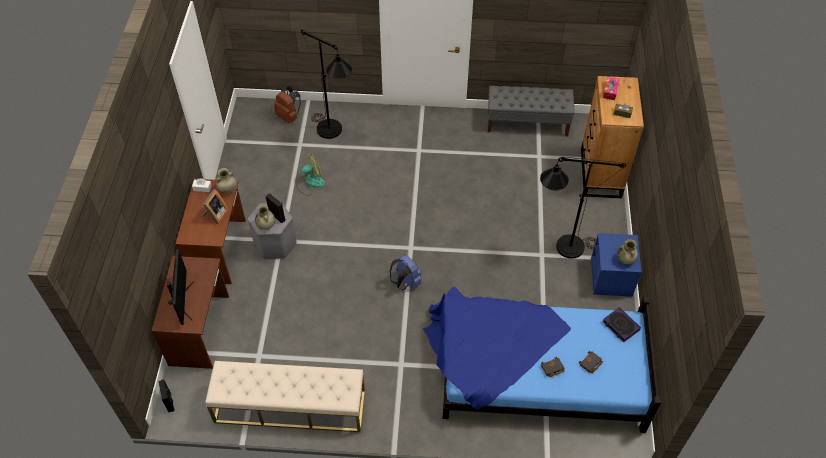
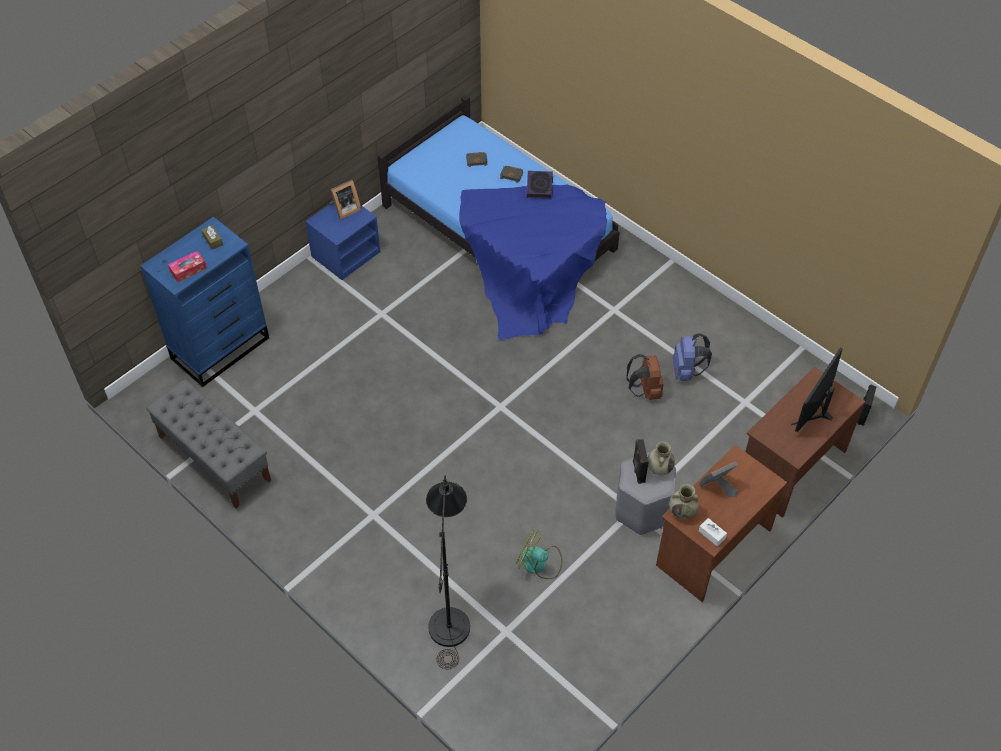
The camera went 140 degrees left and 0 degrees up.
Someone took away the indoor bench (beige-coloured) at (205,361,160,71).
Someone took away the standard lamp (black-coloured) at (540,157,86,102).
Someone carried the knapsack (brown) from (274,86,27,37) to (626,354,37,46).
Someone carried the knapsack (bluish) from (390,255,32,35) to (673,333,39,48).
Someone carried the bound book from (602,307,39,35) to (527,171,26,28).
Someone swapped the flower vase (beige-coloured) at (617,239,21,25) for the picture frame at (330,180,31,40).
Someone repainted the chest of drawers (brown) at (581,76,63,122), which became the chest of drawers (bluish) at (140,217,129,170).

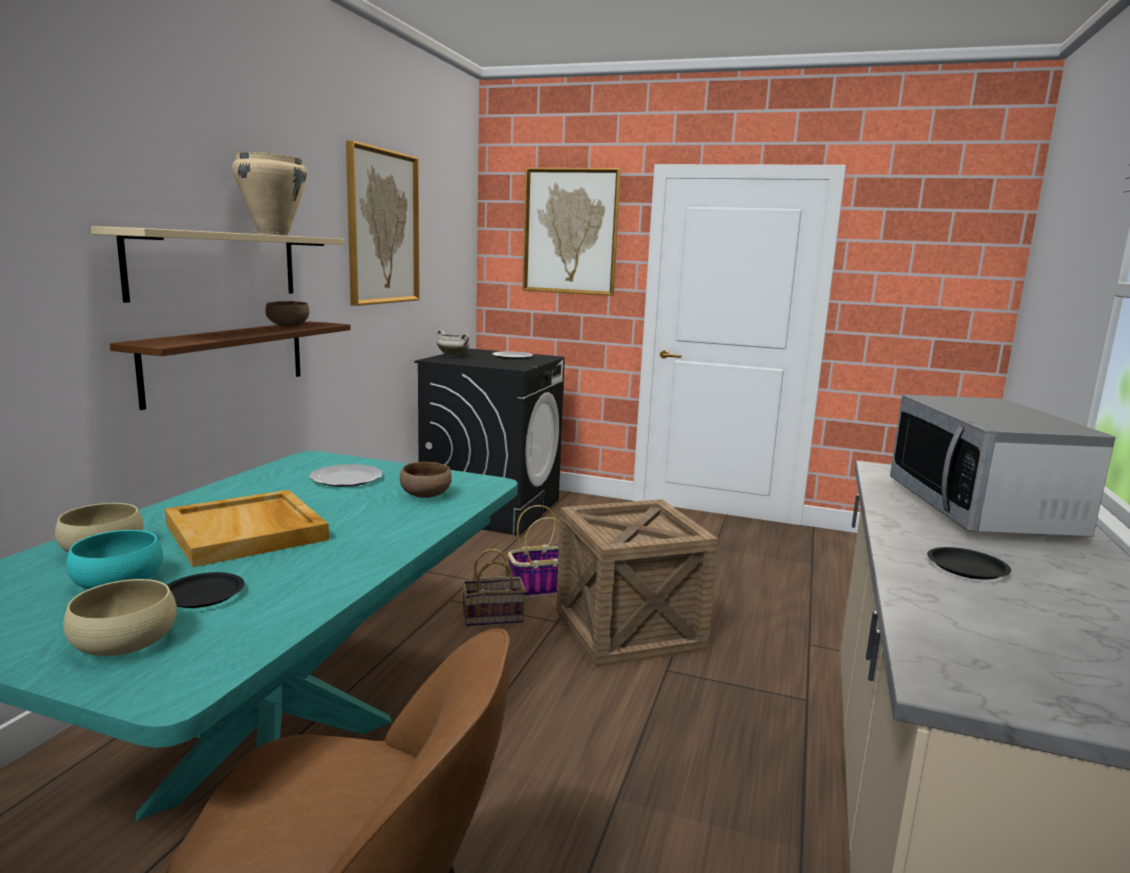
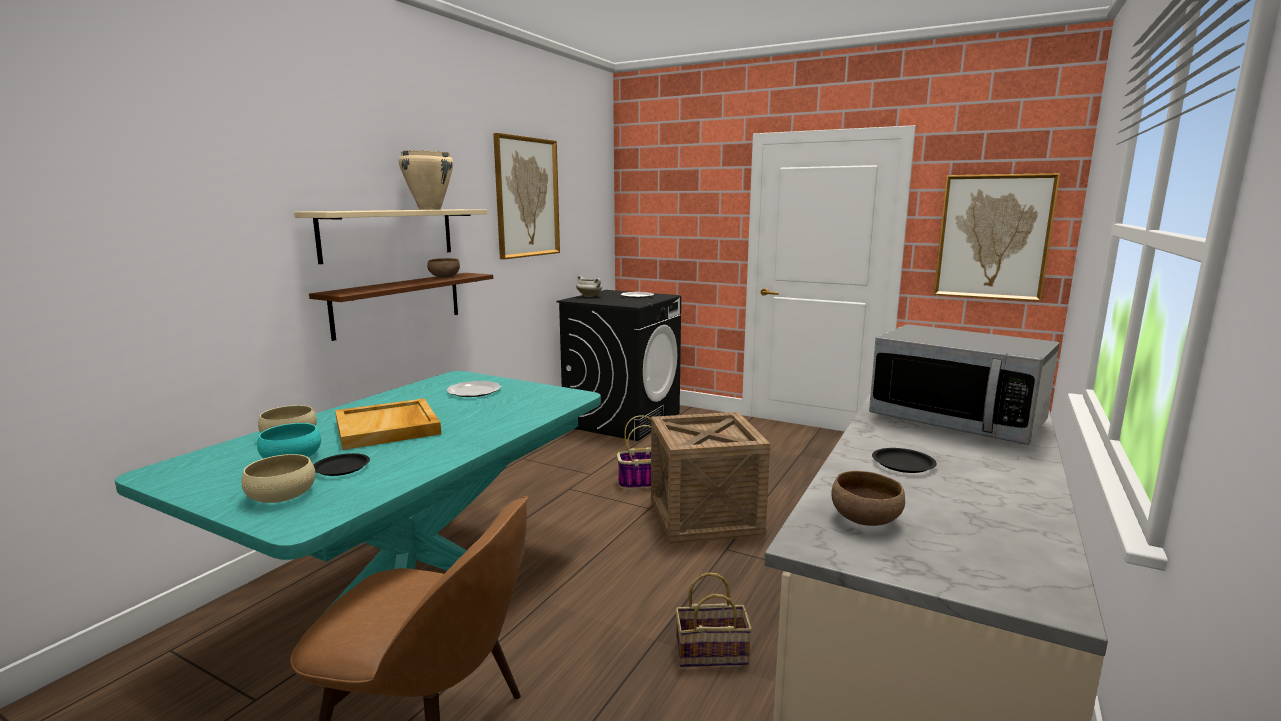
The camera went 10 degrees right and 0 degrees up.
Someone carried the bowl (brown) from (400,462,52,36) to (831,471,74,55).
Someone carried the storage basket from (462,549,64,77) to (675,572,77,95).
Someone carried the wall picture from (523,168,98,128) to (934,173,126,129).
Someone rotated the microwave at (890,394,225,143) by 60 degrees counterclockwise.

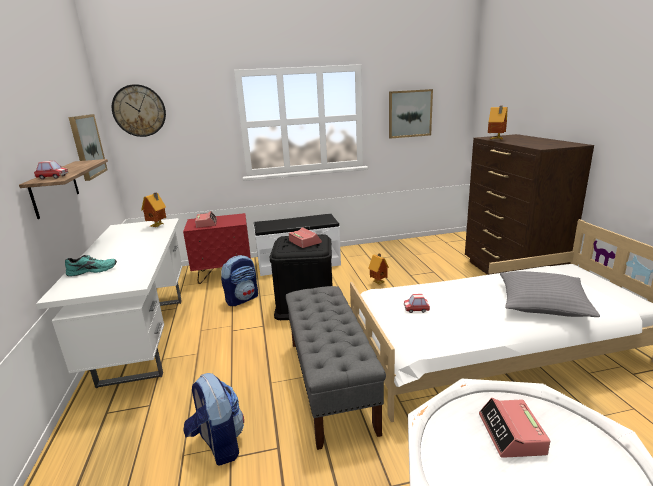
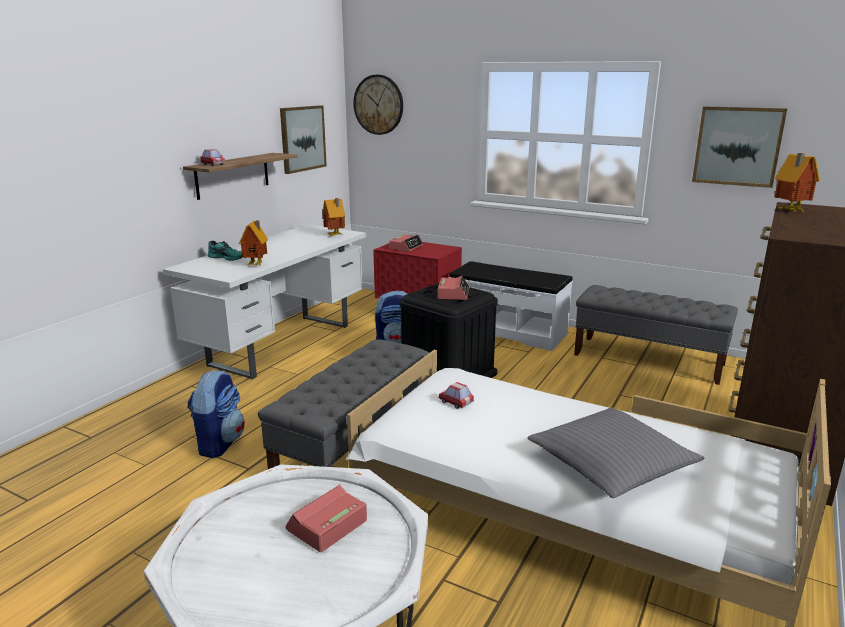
The camera went 40 degrees right and 0 degrees up.
Someone put down the indoor bench (grey) at (574,285,164,100).
Someone carried the model house from (368,253,21,32) to (239,220,29,45).

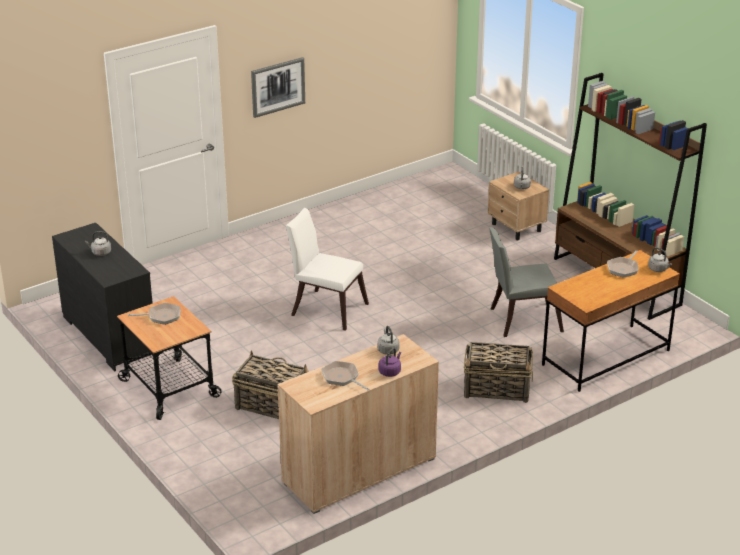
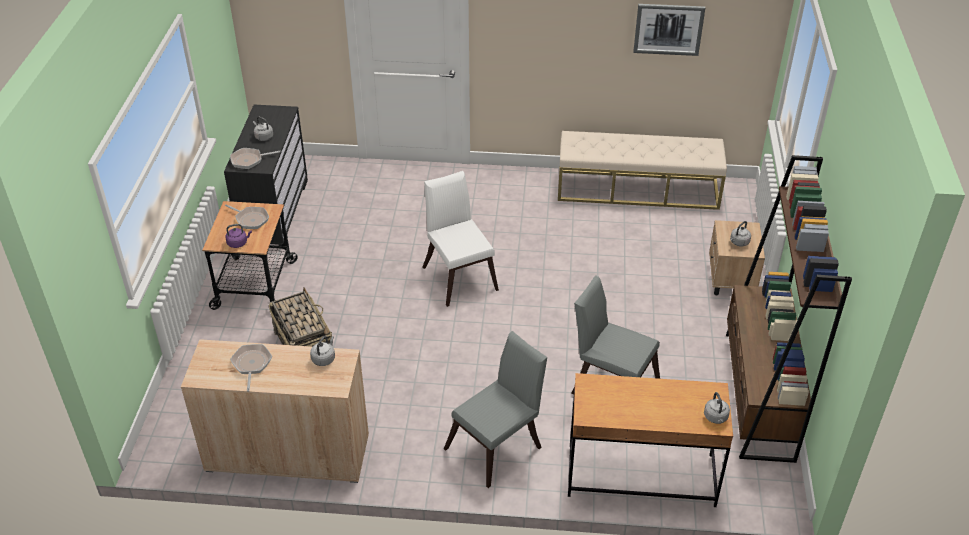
The camera went 40 degrees right and 10 degrees up.
Someone put down the indoor bench (beige-coloured) at (558,131,169,79).
Someone carried the wall picture from (251,57,54,61) to (633,4,72,52).
Someone carried the water kettle (purplish) from (379,348,22,29) to (226,224,26,24).
Someone carried the pan from (607,250,32,27) to (230,148,50,21).
Someone swapped the storage basket at (464,342,69,61) for the plain chair (grey) at (444,331,103,157).

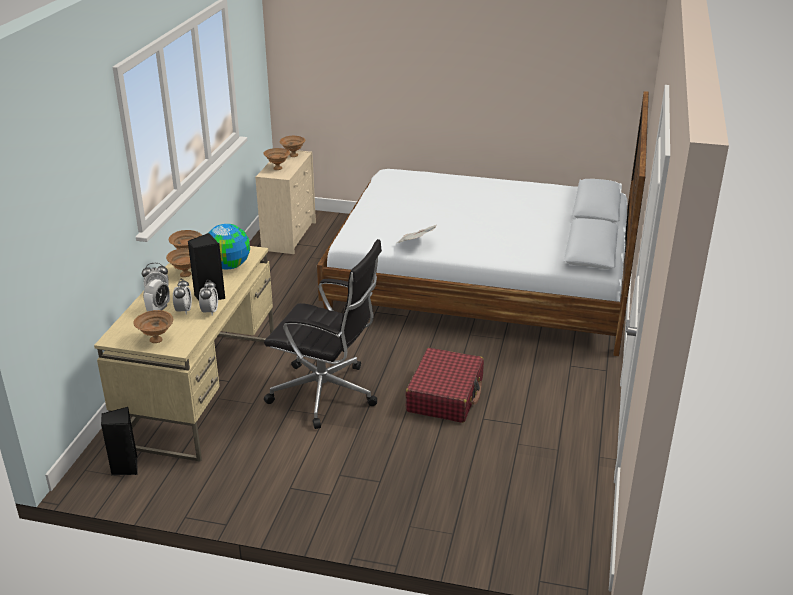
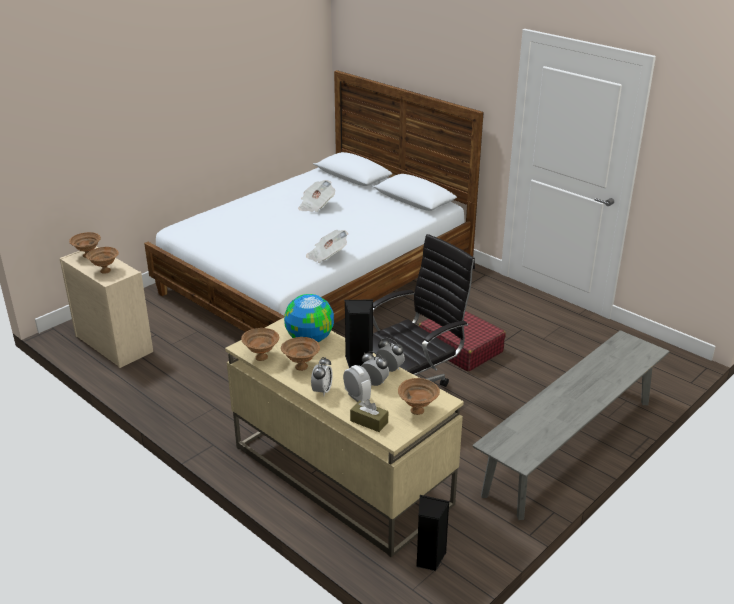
The camera went 60 degrees left and 0 degrees up.
Someone put down the daily paper at (298,180,37,32).
Someone put down the tissue box (brown) at (350,399,38,33).
Someone put down the indoor bench (grey) at (472,330,198,190).

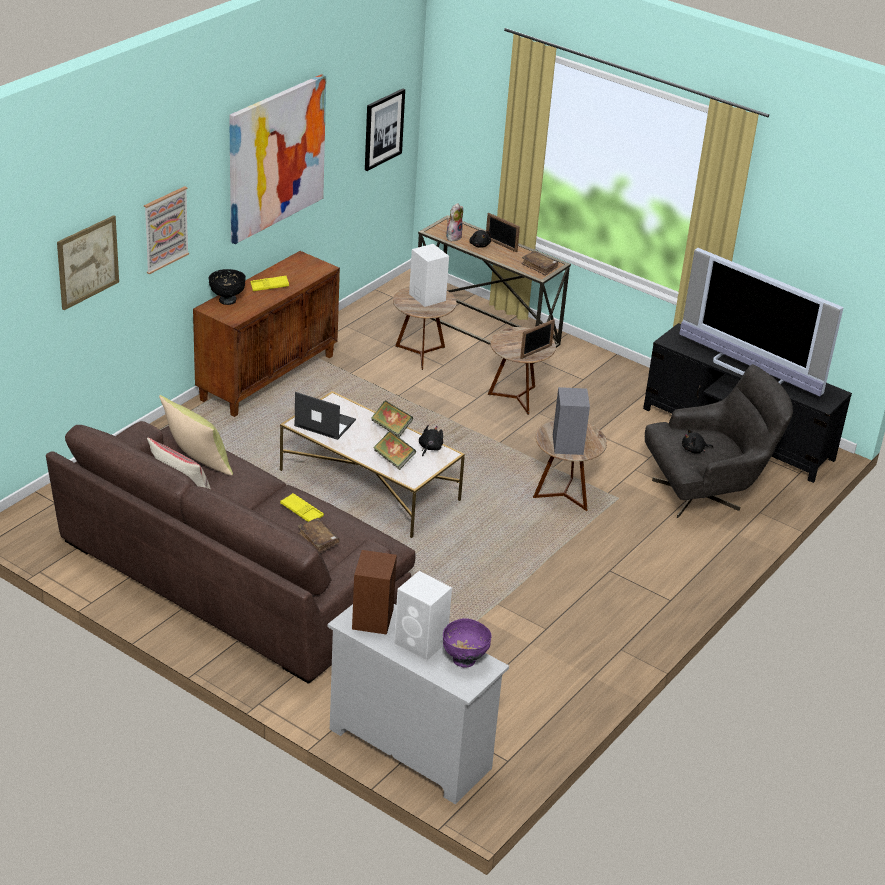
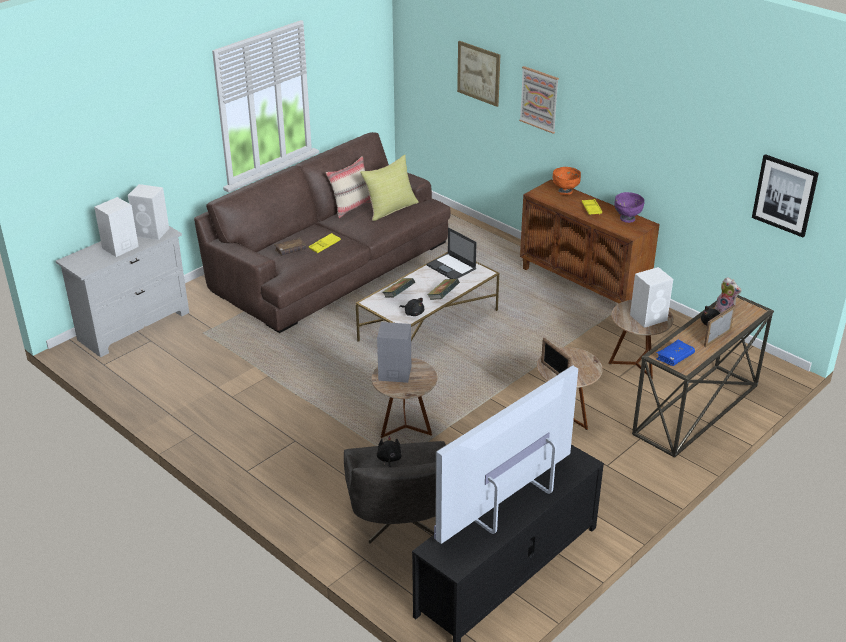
The camera went 100 degrees right and 0 degrees up.
Someone took away the wall picture at (229,74,97,170).
Someone carried the bowl (purplish) from (443,618,49,50) to (614,192,30,31).
Someone repainted the bowl (black-coloured) at (209,269,37,36), which became the bowl (orange) at (553,167,28,28).
Someone repainted the audio speaker (brown) at (352,550,45,85), which became the audio speaker (white-coloured) at (128,184,41,56).
Someone repainted the bound book (brown) at (521,251,37,25), which became the bound book (bluish) at (656,340,39,26).
Someone rotated the laptop at (294,392,62,48) by 105 degrees clockwise.

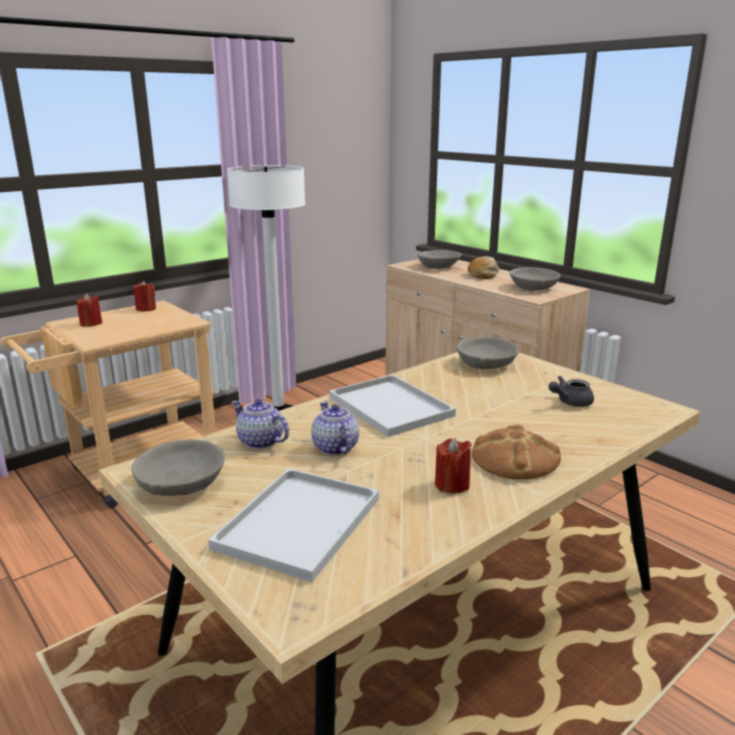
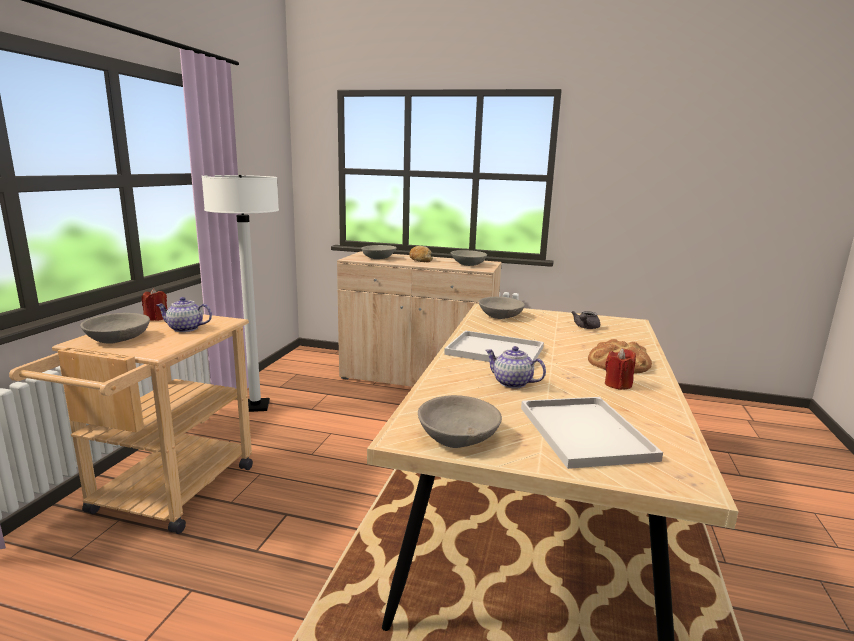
The camera went 35 degrees left and 5 degrees down.
Someone carried the pot for tea from (231,399,58,50) to (156,297,56,35).
Someone swapped the candle (reddish) at (76,293,26,34) for the bowl (grey) at (80,313,70,31).

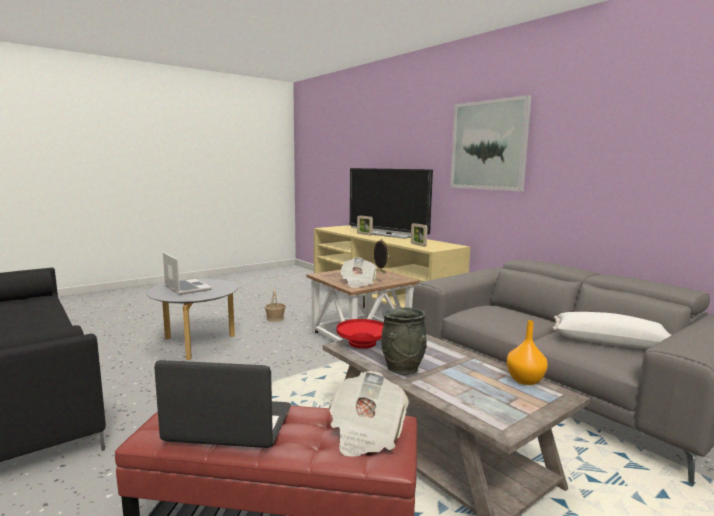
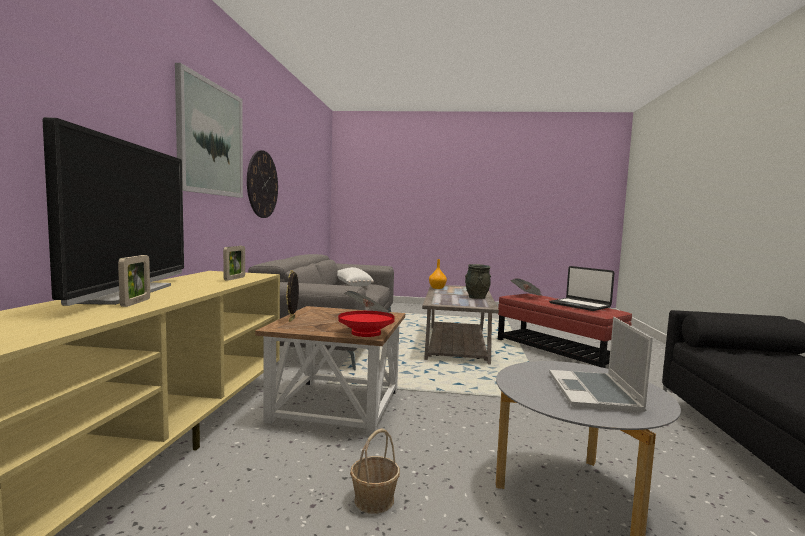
The camera went 135 degrees left and 5 degrees down.
Someone put up the hanging clock at (247,150,31,68).
Someone carried the bowl (reddish) from (337,319,47,30) to (338,311,57,26).

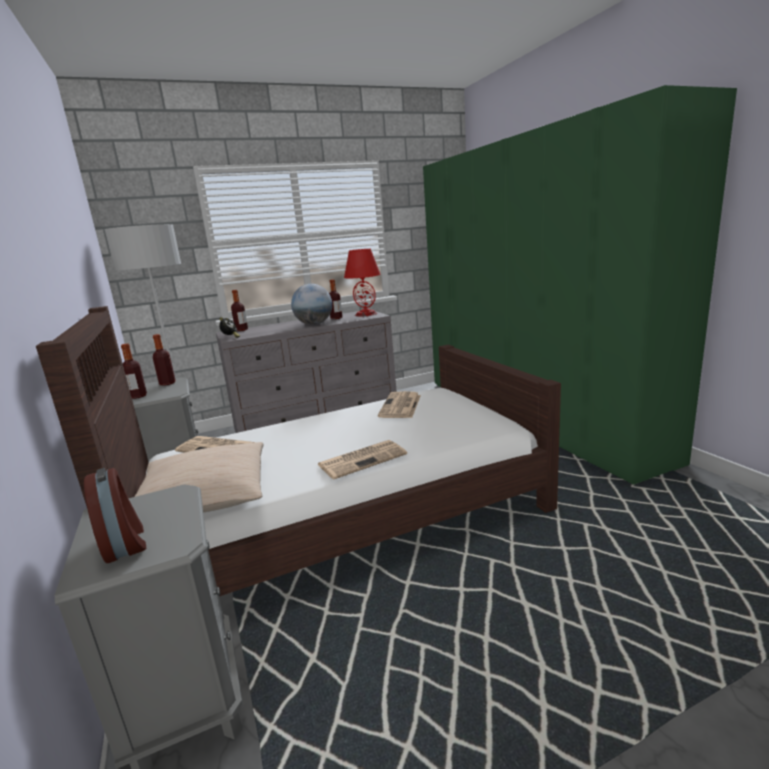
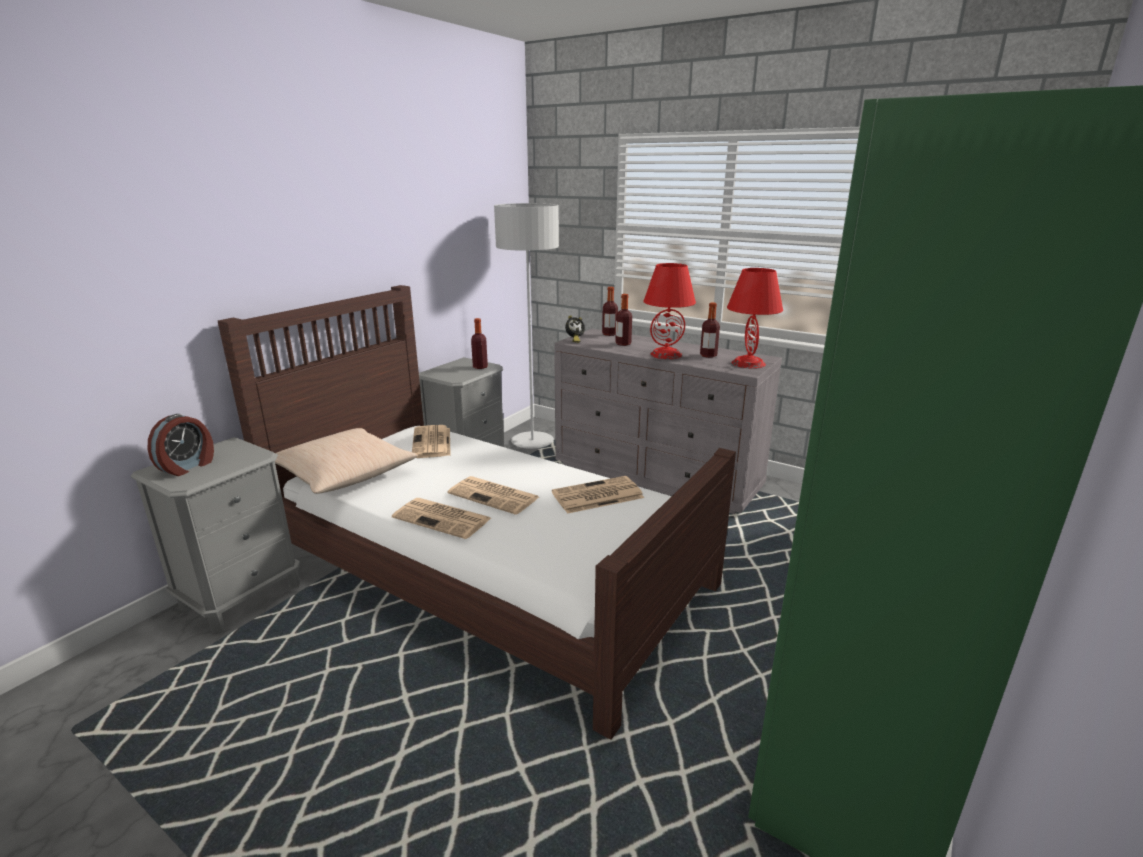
The camera went 55 degrees right and 5 degrees up.
Someone put down the daily paper at (448,476,91,39).
Someone carried the bottle from (121,344,26,55) to (615,294,17,52).
Someone swapped the world globe at (291,284,41,41) for the table lamp (reddish) at (643,263,53,96).

